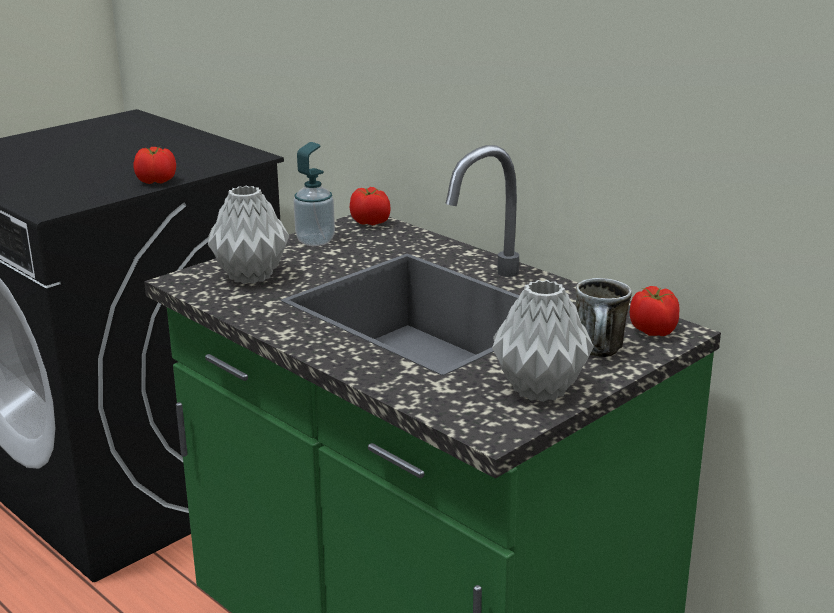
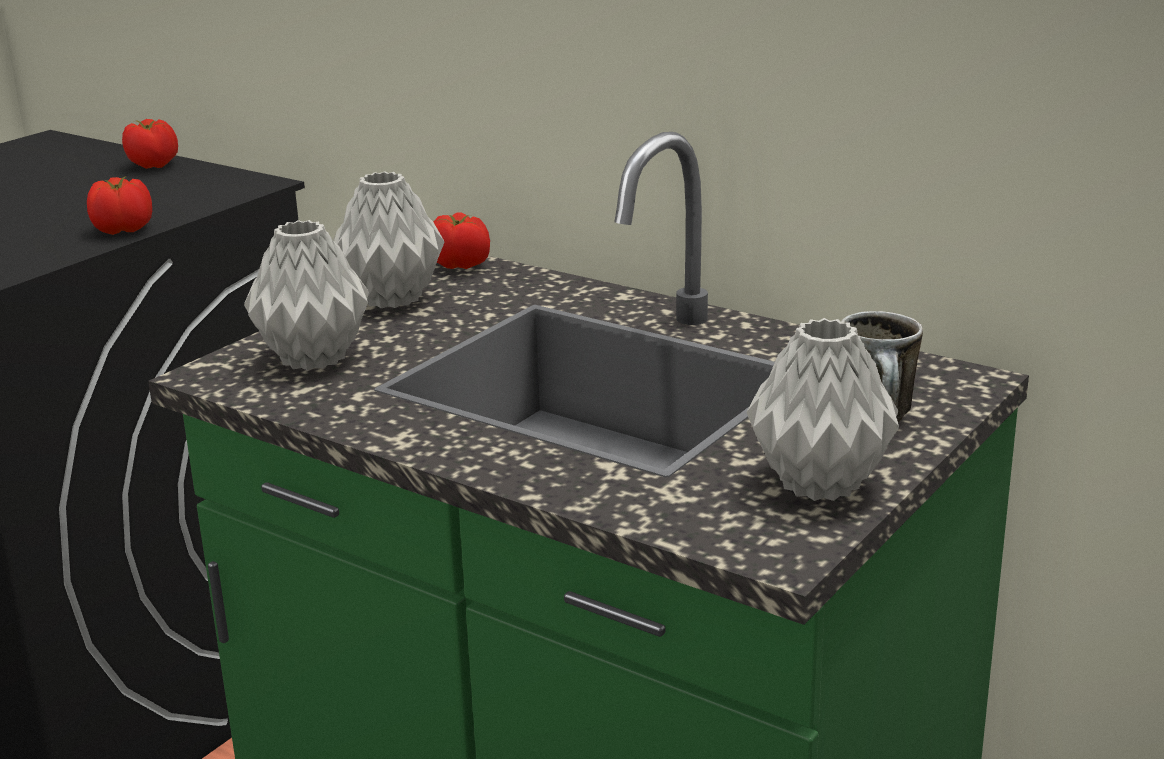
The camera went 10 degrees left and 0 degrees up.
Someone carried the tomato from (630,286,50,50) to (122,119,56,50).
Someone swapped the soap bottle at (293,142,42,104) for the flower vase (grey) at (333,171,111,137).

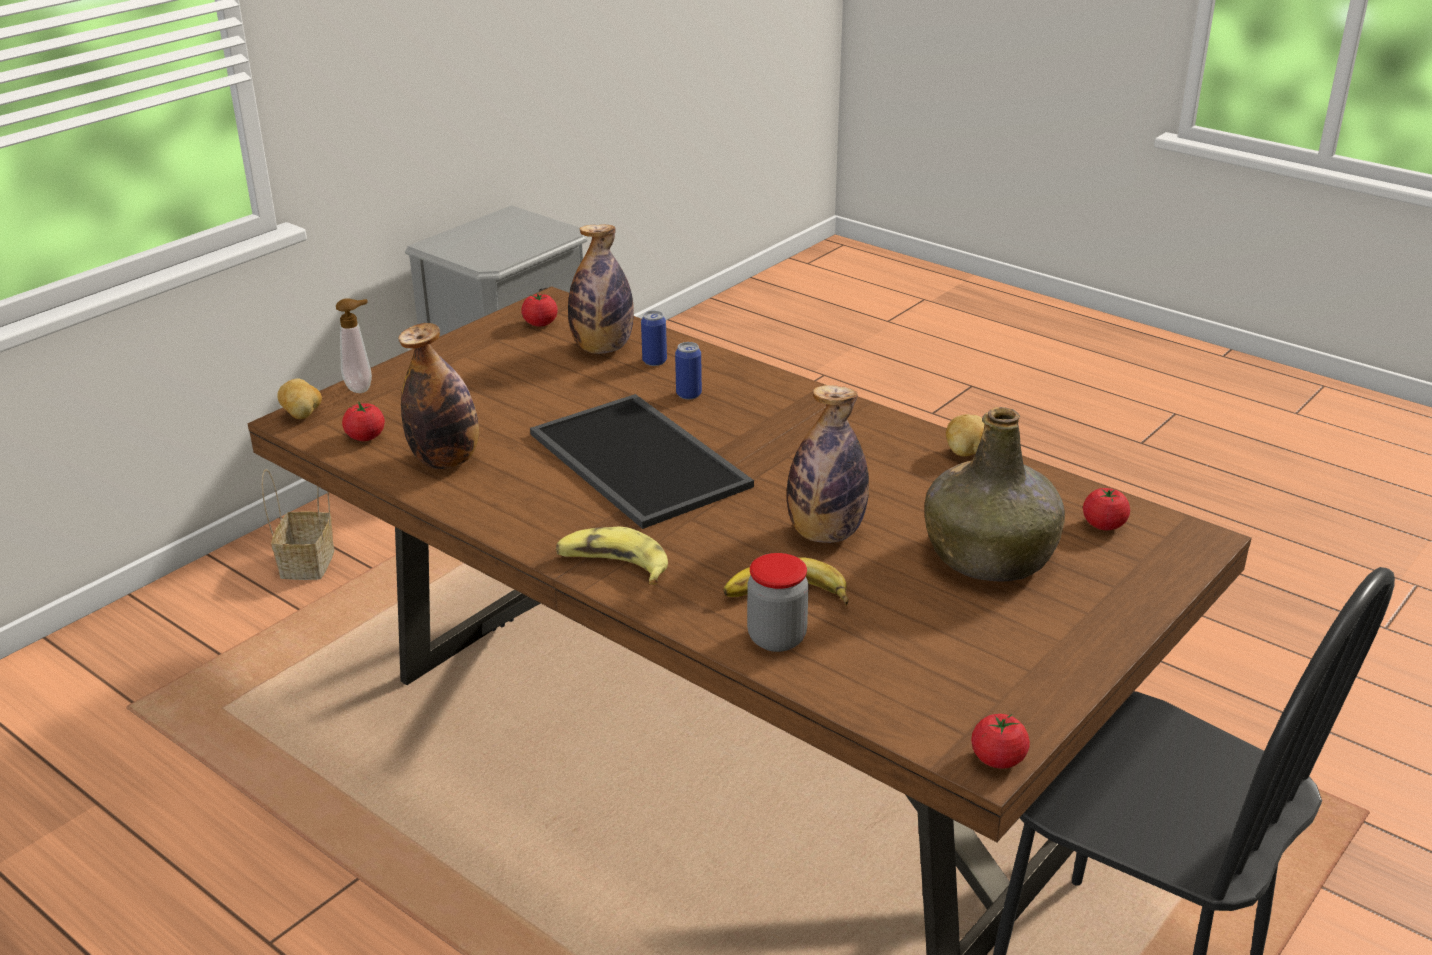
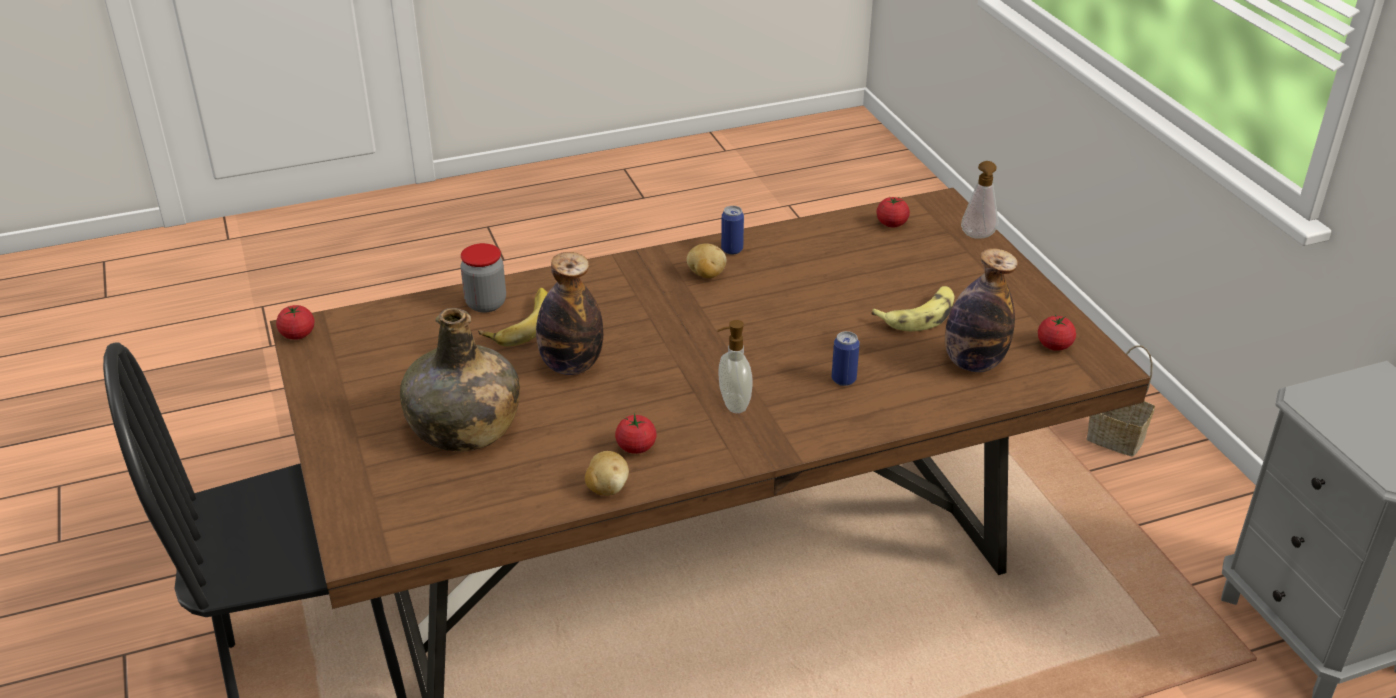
The camera went 120 degrees right and 5 degrees up.
Someone took away the bottle at (398,323,81,146).
Someone took away the serving tray at (530,394,224,135).
Someone put down the soap bottle at (718,320,35,93).
Someone carried the spud from (277,378,45,41) to (687,243,39,35).
Someone carried the banana from (556,527,112,57) to (871,286,84,45).
Someone carried the sealed can from (641,311,26,55) to (721,206,23,49).
Someone carried the tomato from (1083,488,47,42) to (615,413,42,41).

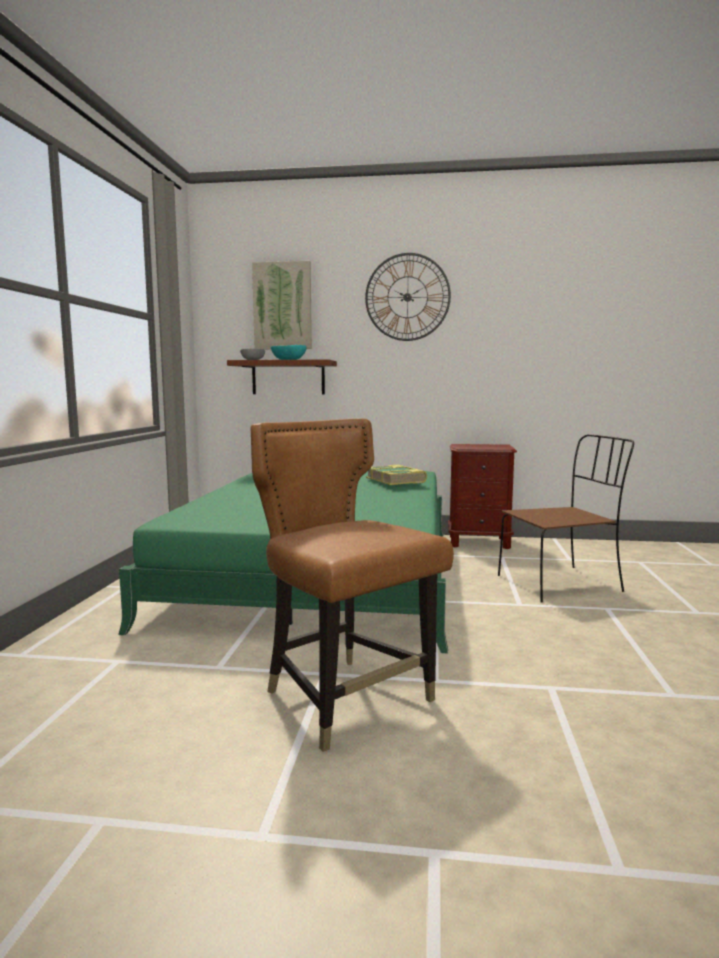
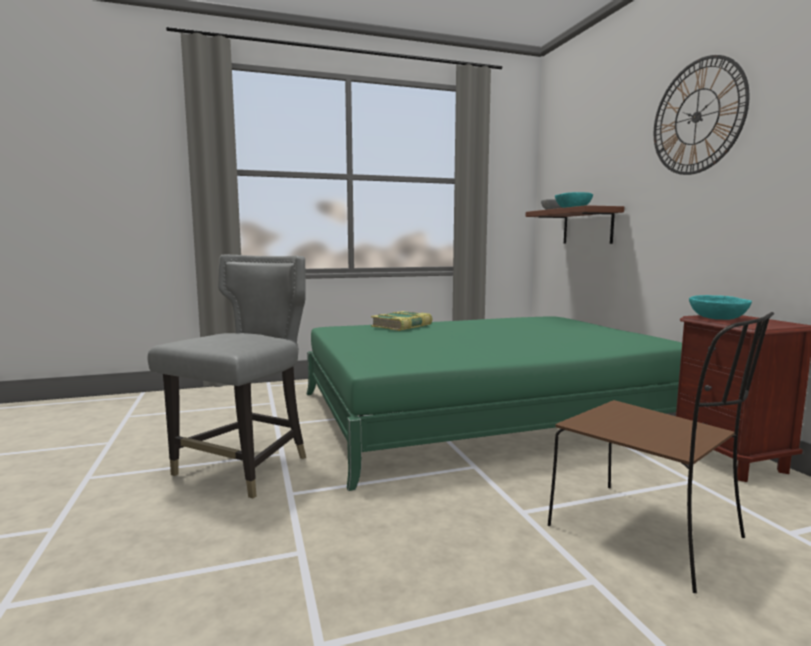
The camera went 65 degrees right and 0 degrees up.
Someone took away the wall picture at (252,261,60,88).
Someone put down the bowl (turquoise-coloured) at (689,295,63,25).
Someone carried the bound book from (366,465,61,20) to (371,311,62,20).
Someone repainted the plain chair (brown) at (251,418,203,334), which became the plain chair (grey) at (148,254,158,245).

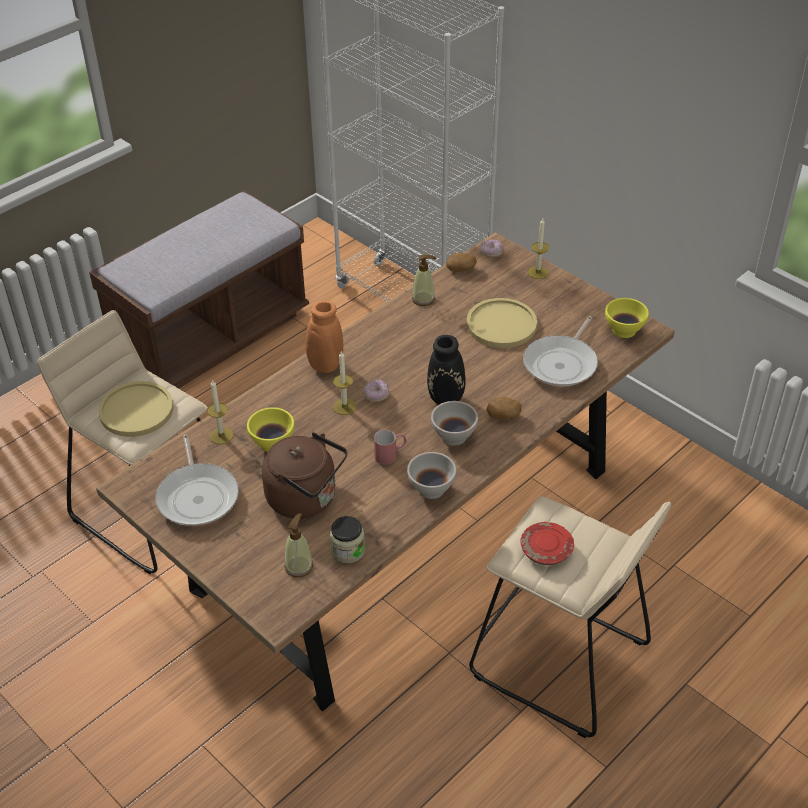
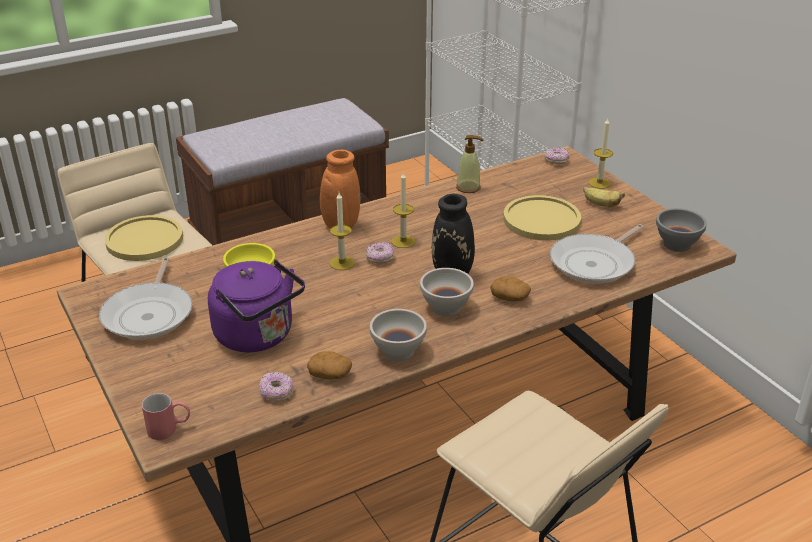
The camera went 15 degrees right and 10 degrees down.
Someone took away the soap bottle at (284,513,29,65).
Someone took away the dinner plate (reddish) at (521,522,53,43).
Someone put down the banana at (583,187,42,20).
Someone carried the candle from (207,379,26,65) to (391,171,25,77).
Someone carried the coffee mug (reddish) from (374,430,33,35) to (142,393,48,47).
Someone carried the spud from (446,253,31,19) to (307,351,45,29).
Someone swapped the preserve jar at (330,516,35,47) for the ring doughnut at (259,372,35,30).
Someone repainted the water kettle (brown) at (262,432,85,87), which became the water kettle (purplish) at (208,259,97,94).
Someone repainted the bowl (yellow-coloured) at (605,298,44,40), which became the bowl (grey) at (656,208,51,44).

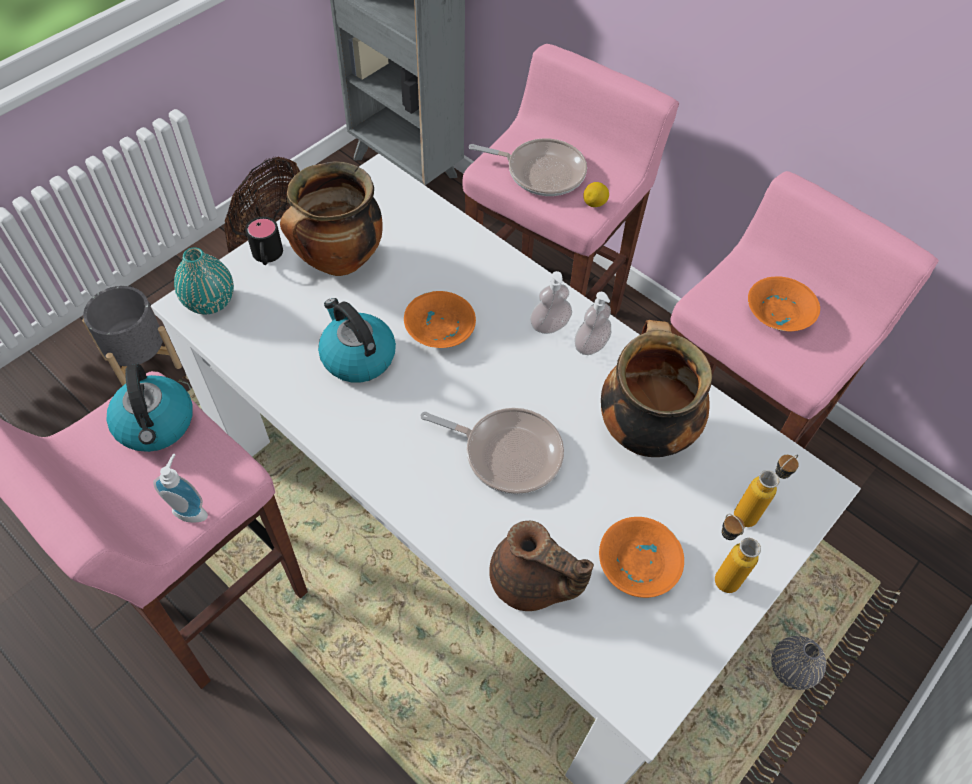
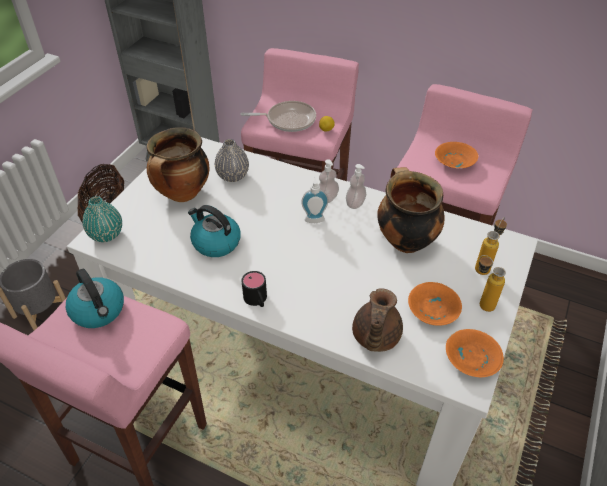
The camera went 15 degrees left and 10 degrees down.
Someone took away the pan at (420,408,144,87).
Someone carried the soap bottle from (153,454,55,69) to (301,175,28,48).
Someone carried the coffee mug (black-coloured) from (245,217,38,48) to (241,271,26,36).
Someone carried the bowl (orange) from (404,291,72,57) to (446,329,58,48).
Someone carried the flower vase (grey) from (771,636,55,54) to (215,139,34,43).
Someone rotated the pot for tea (brown) at (489,521,105,90) by 90 degrees clockwise.

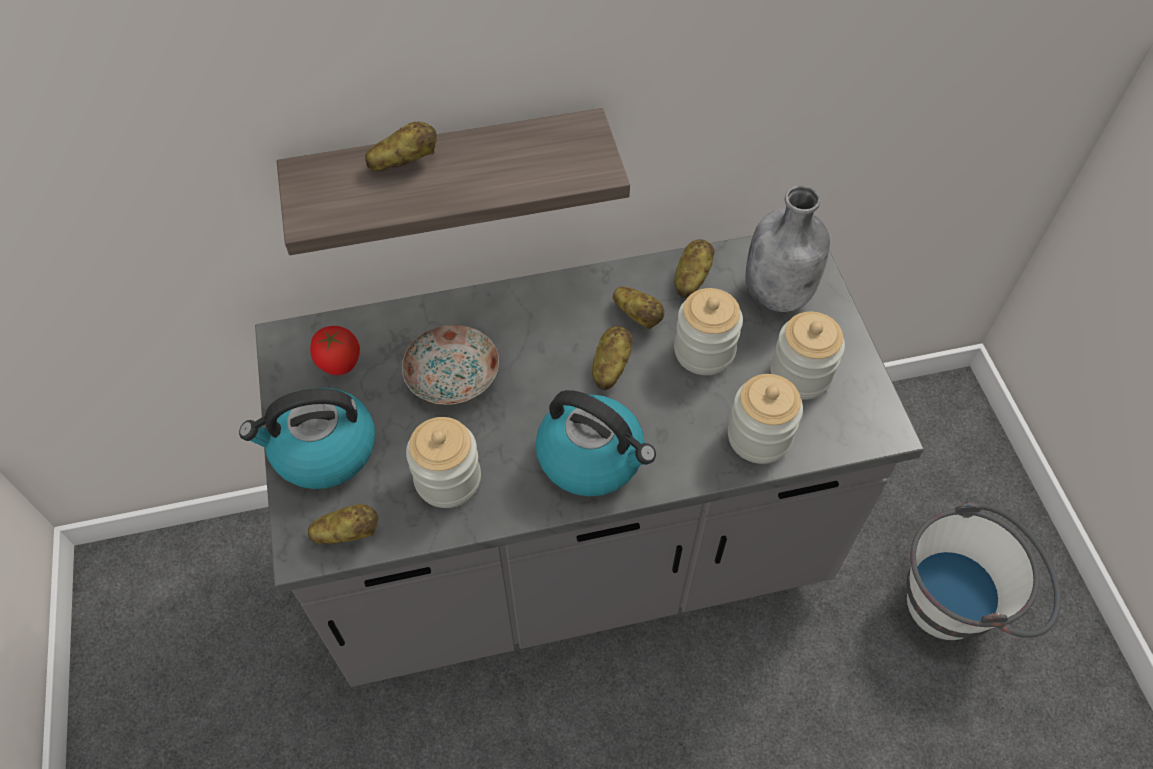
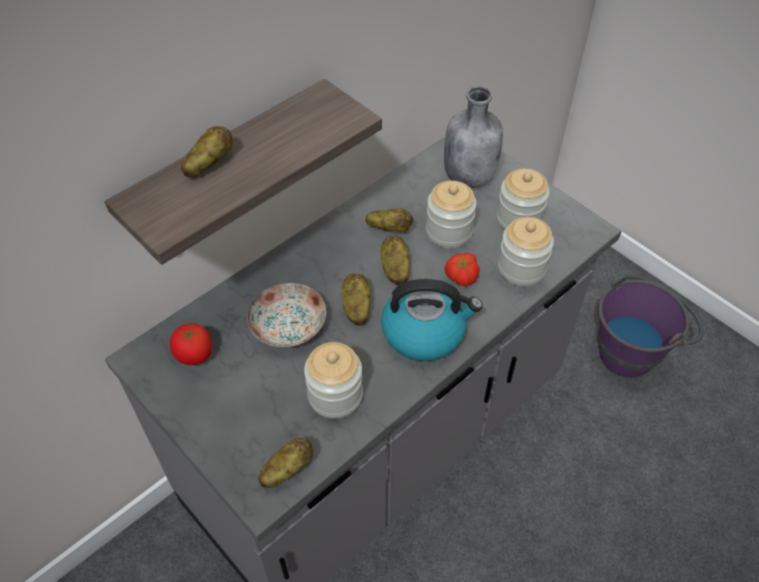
The camera went 30 degrees left and 5 degrees down.
Someone took away the water kettle at (239,388,136,101).
Someone put down the tomato at (445,252,35,34).
Someone carried the spud from (674,239,41,59) to (342,273,28,53).
Someone repainted the bucket (white-coloured) at (907,503,154,137), which became the bucket (purplish) at (598,275,106,103).

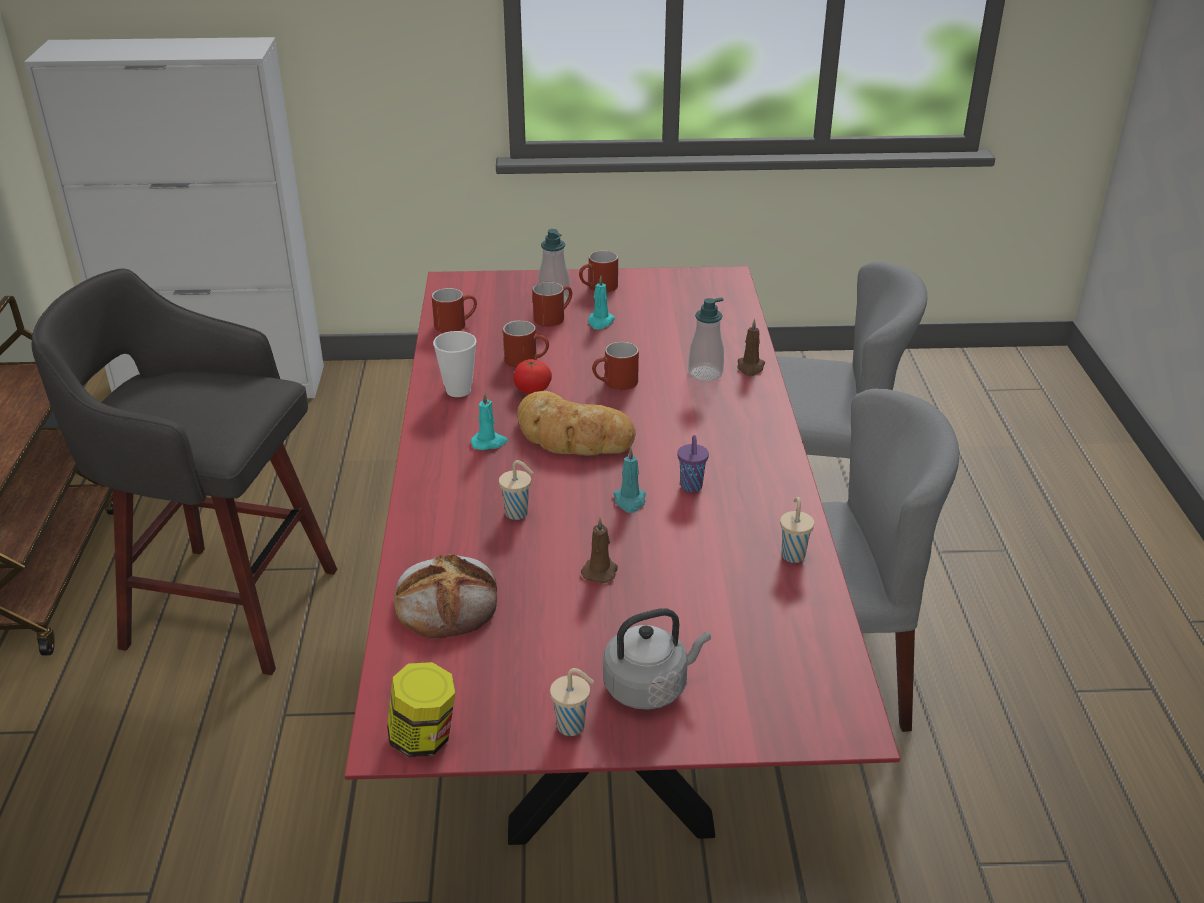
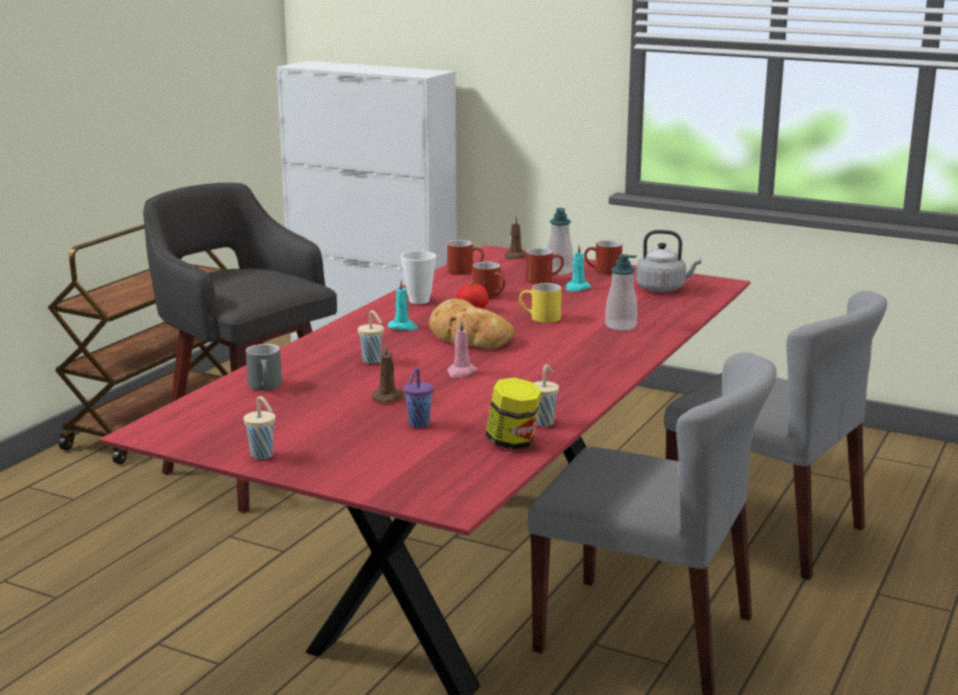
The camera went 30 degrees right and 15 degrees down.
Someone carried the preserve jar from (387,662,68,96) to (486,377,56,73).
Someone carried the water kettle (grey) from (603,608,108,102) to (636,230,65,62).
Someone carried the cup (purplish) from (677,435,32,57) to (404,368,30,60).
Someone carried the candle (brown) from (737,319,28,57) to (504,217,22,43).
Someone swapped the bread at (394,554,103,84) for the coffee mug (grey) at (246,344,36,47).
Someone repainted the coffee mug (reddish) at (592,341,47,50), which became the coffee mug (yellow-coloured) at (519,283,43,40).
Someone repainted the candle (turquoise-coloured) at (614,448,32,65), which became the candle (pink) at (447,320,30,58).

